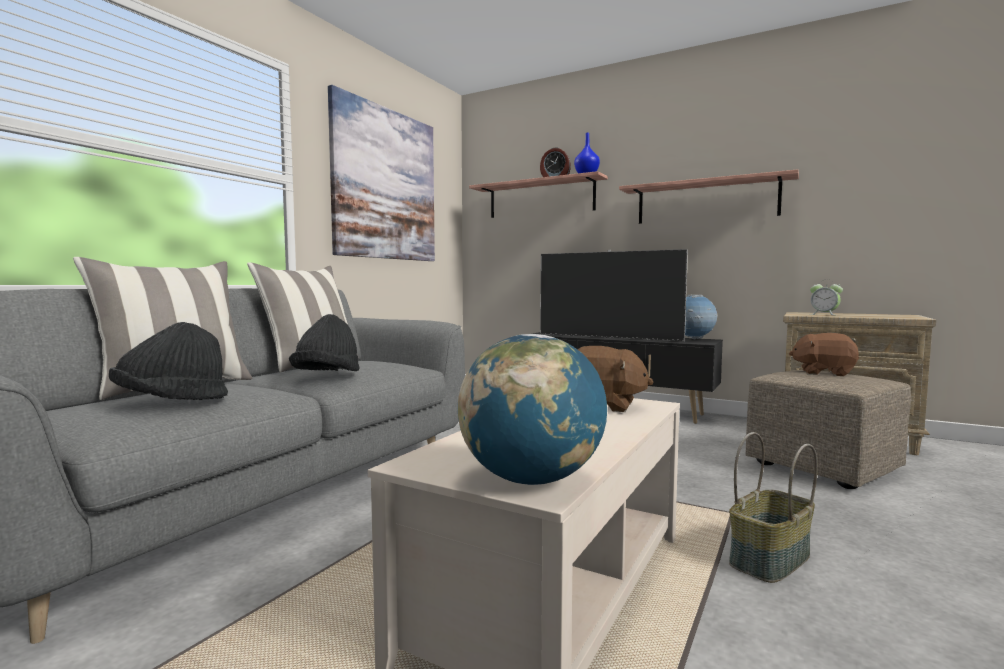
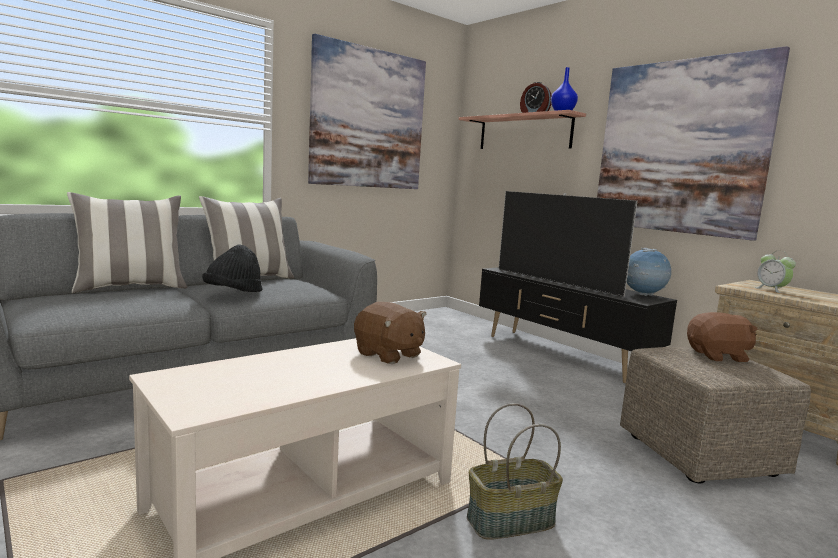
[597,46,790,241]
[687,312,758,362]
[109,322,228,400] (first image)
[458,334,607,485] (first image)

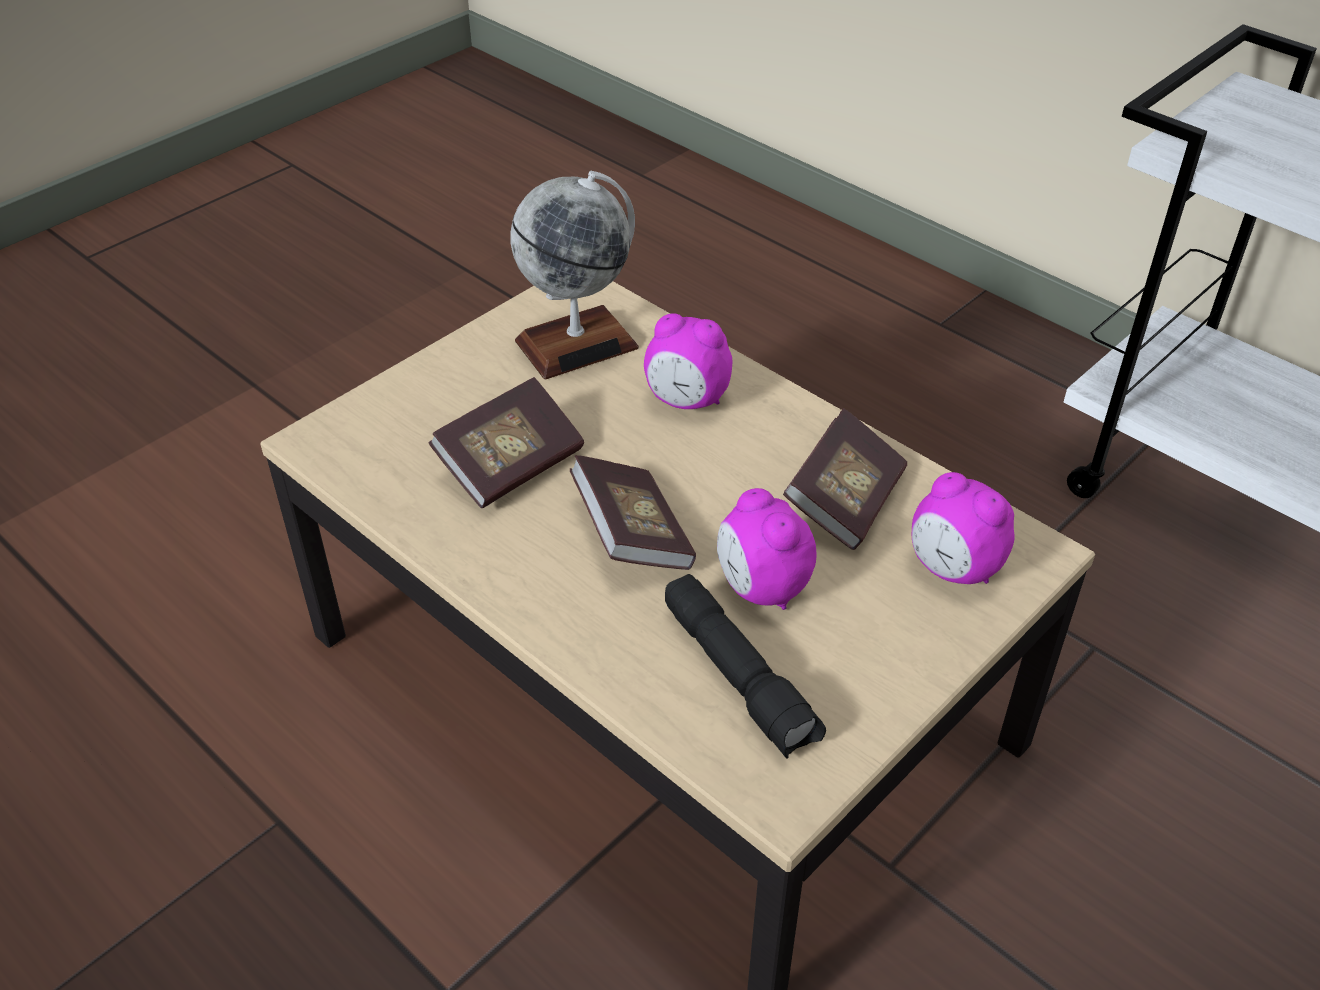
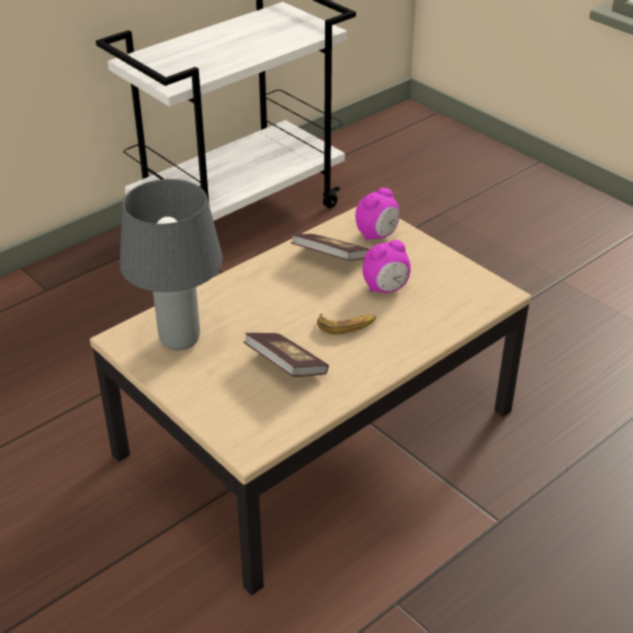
[120,179,223,351]
[317,314,376,335]
[644,313,732,409] (first image)
[665,574,826,759] (first image)

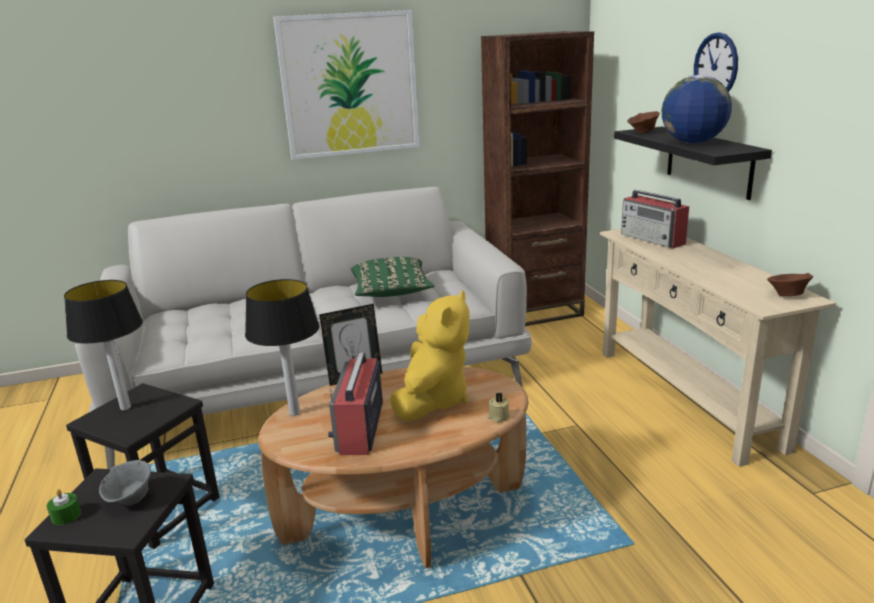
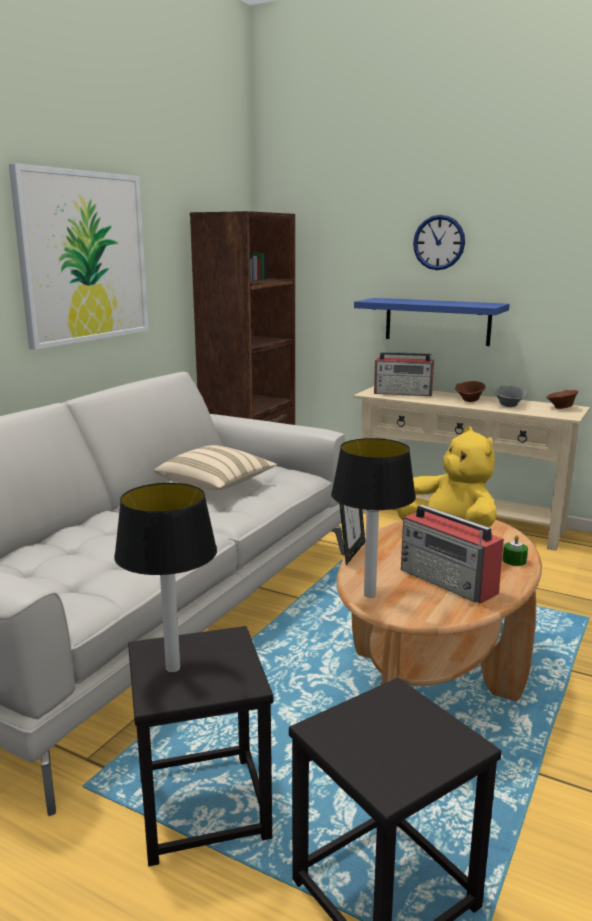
[154,445,277,490]
[354,298,509,346]
[455,381,486,402]
[494,385,528,407]
[503,535,528,566]
[487,392,510,423] (first image)
[662,75,732,143] (first image)

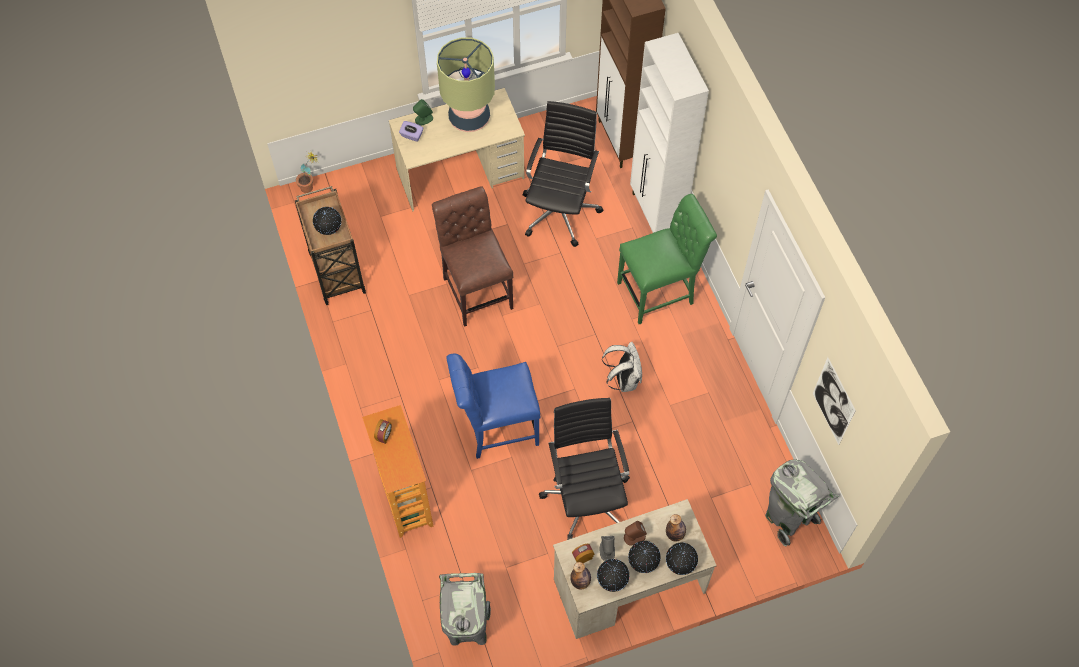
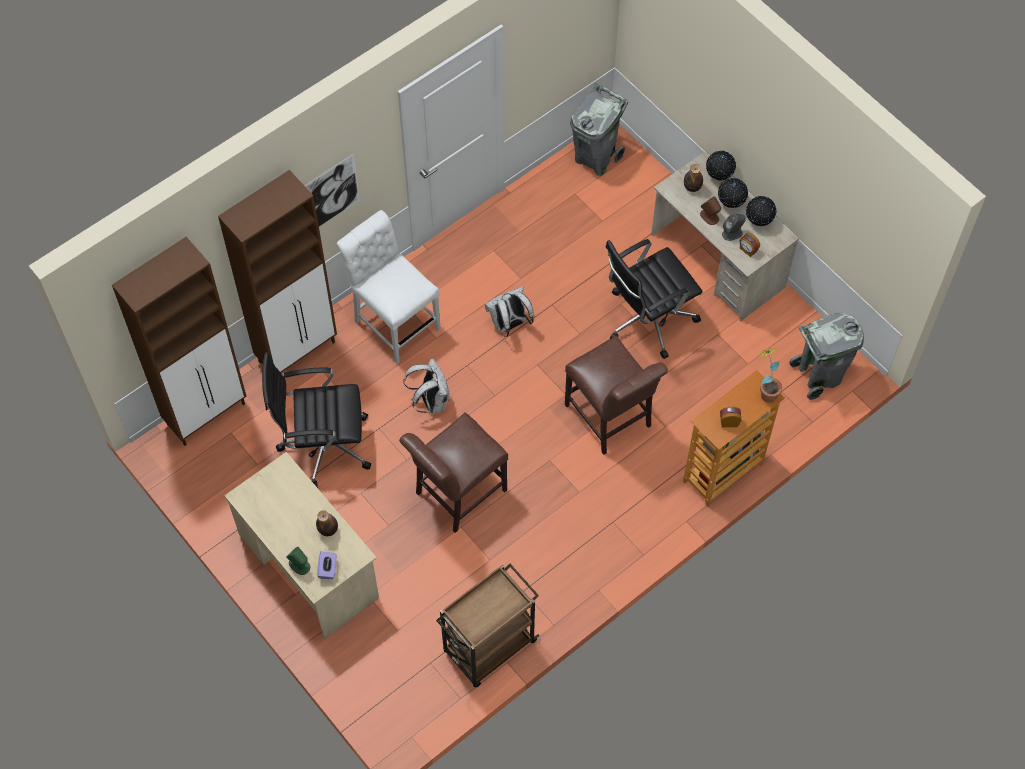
[218,170,337,373]
[305,154,360,227]
[316,510,338,536]
[337,210,441,364]
[404,358,450,414]
[565,336,668,455]
[760,348,782,403]
[313,207,341,235] (first image)
[437,37,495,132] (first image)

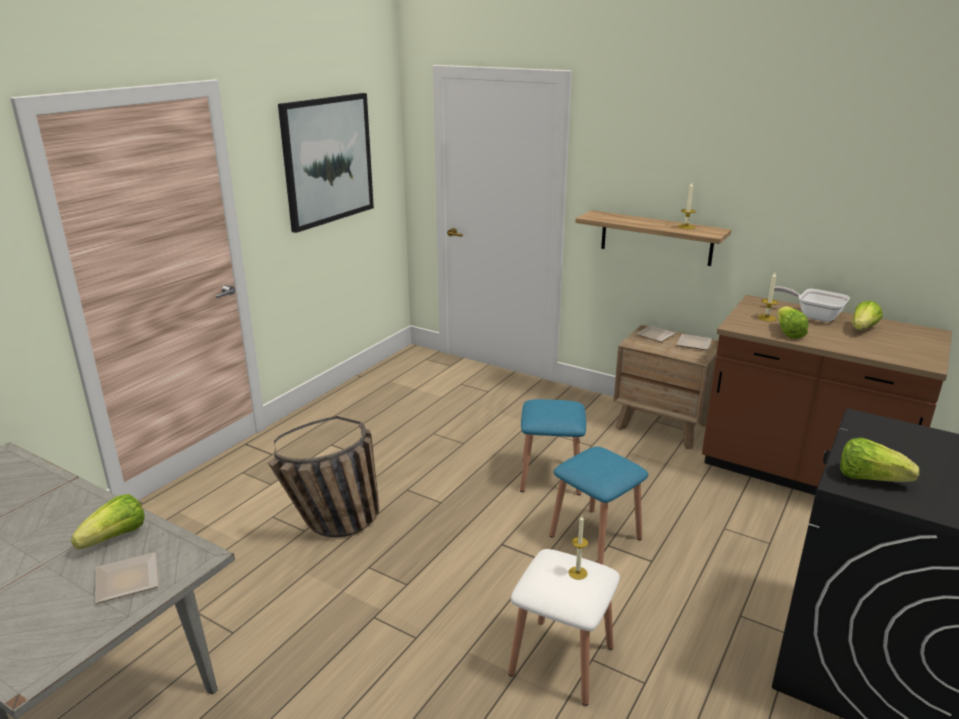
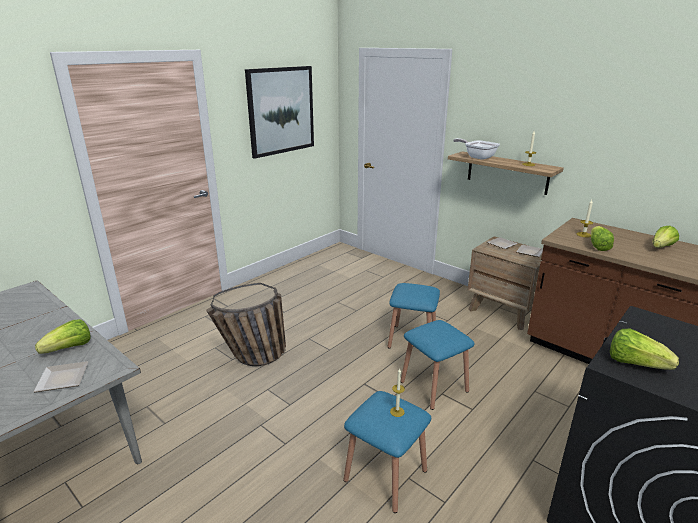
[343,391,431,513]
[453,138,500,160]

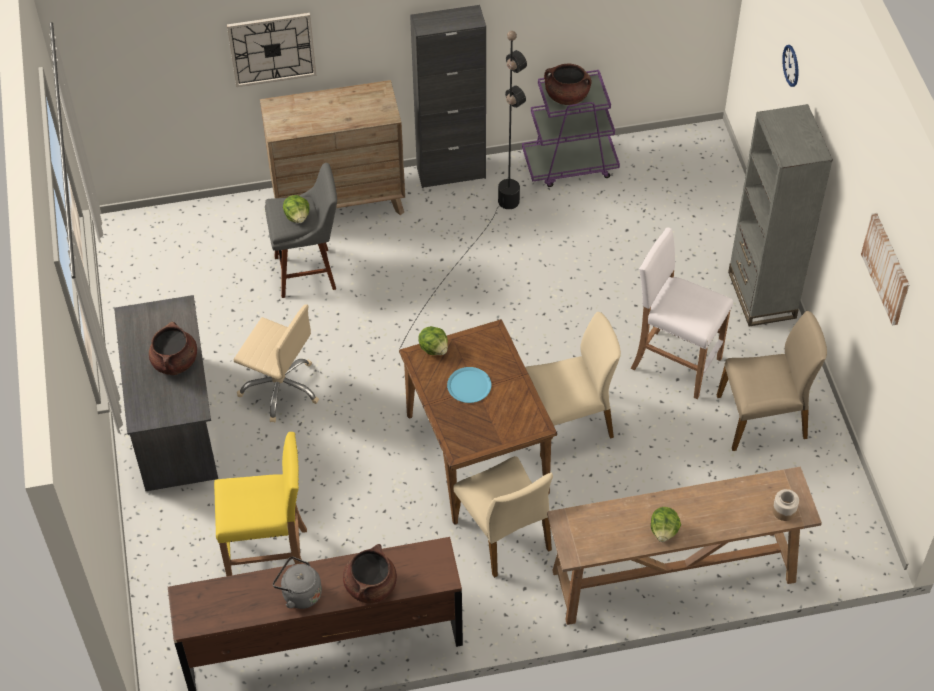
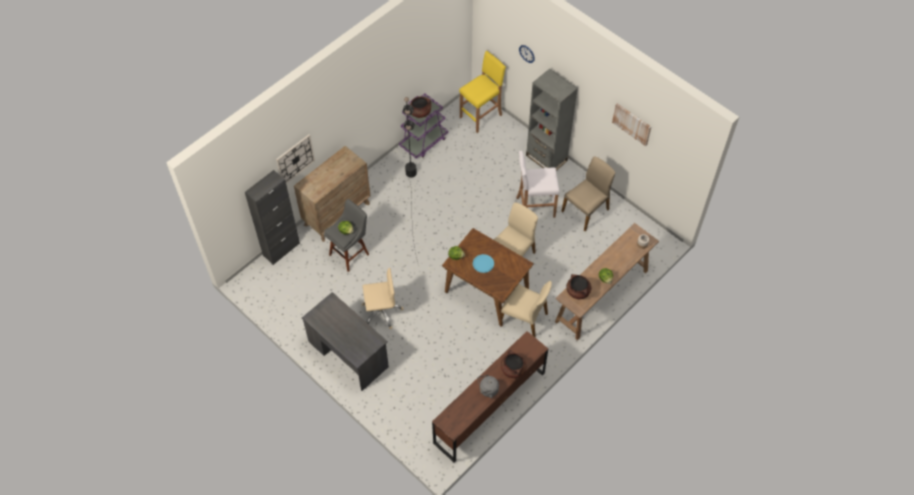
[245,170,300,265]
[459,51,506,133]
[566,274,591,299]

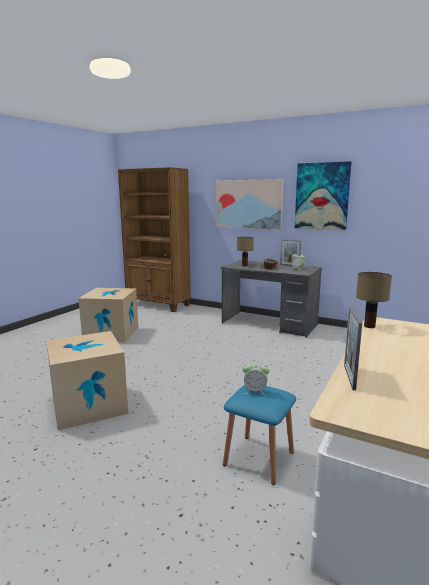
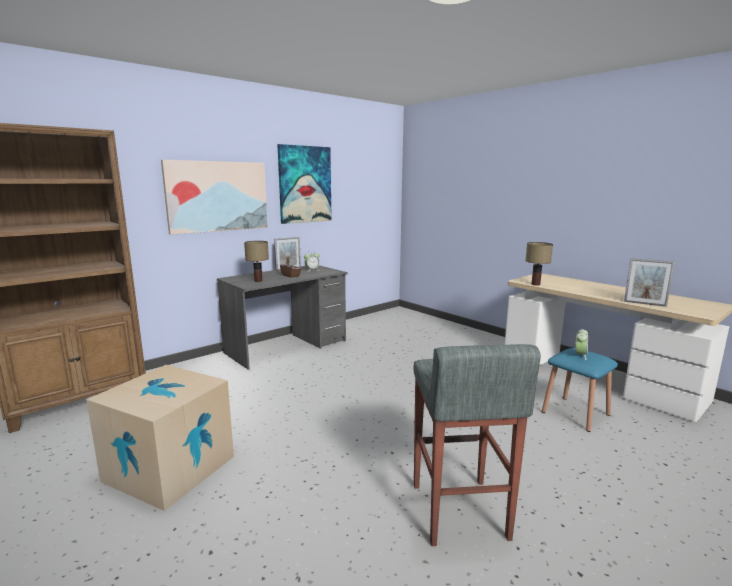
[414,344,541,546]

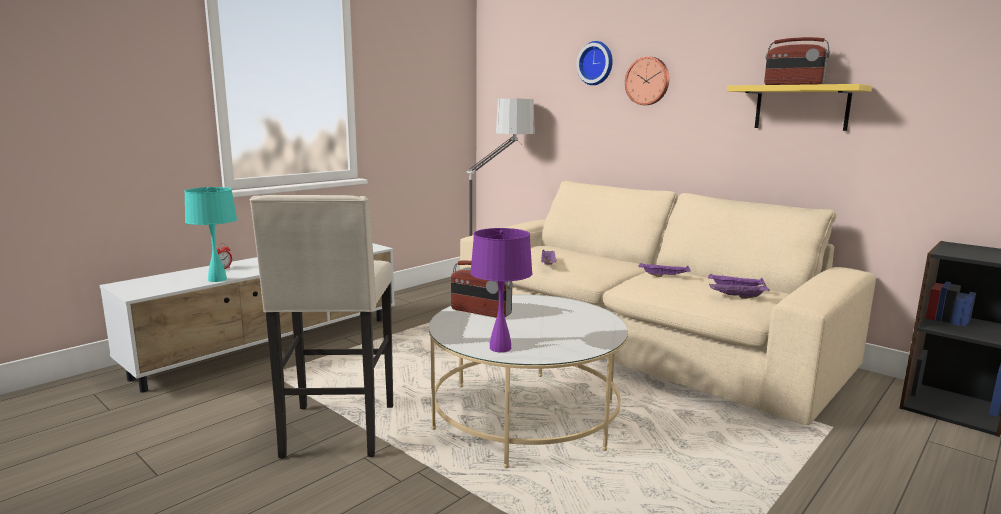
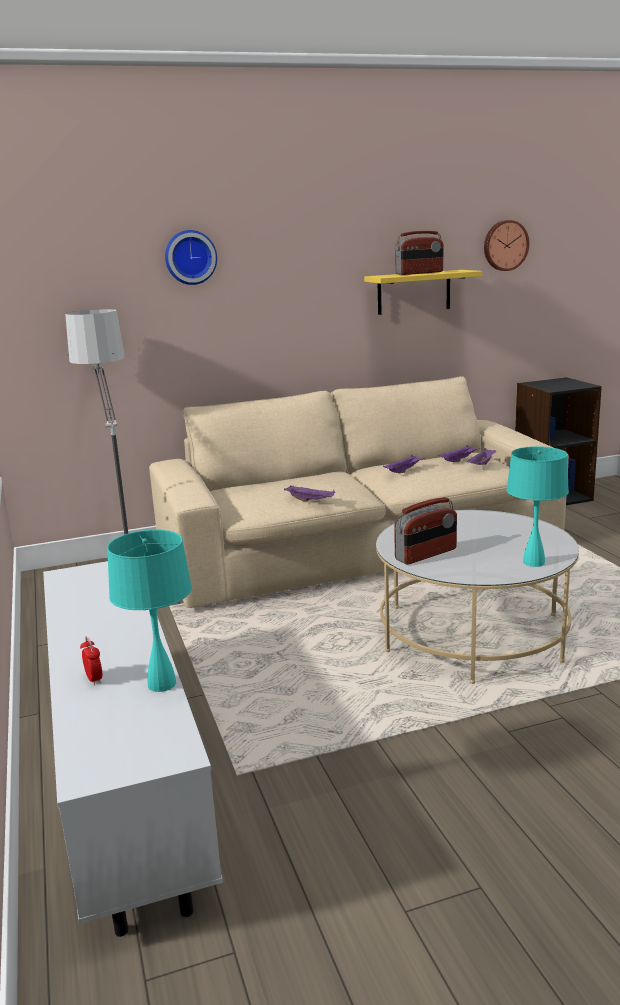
[484,220,529,271]
[507,446,569,567]
[249,195,393,459] (first image)

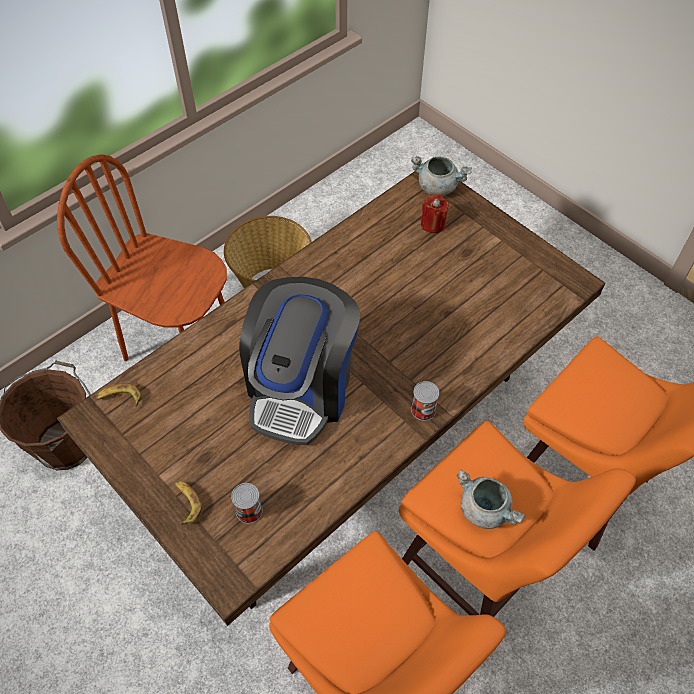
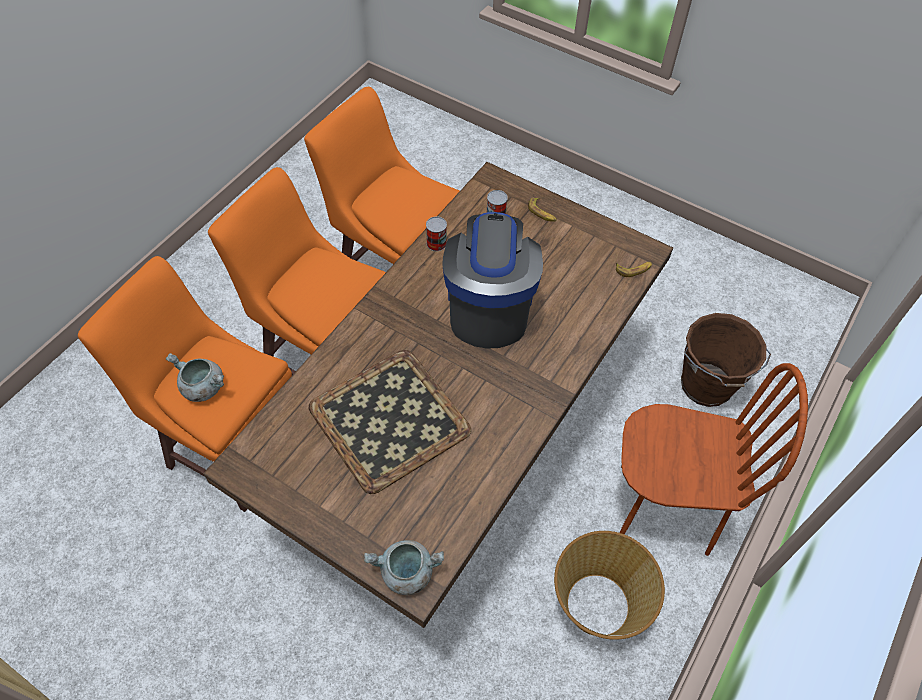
[166,353,224,402]
[308,350,471,494]
[426,216,447,251]
[421,194,449,233] (first image)

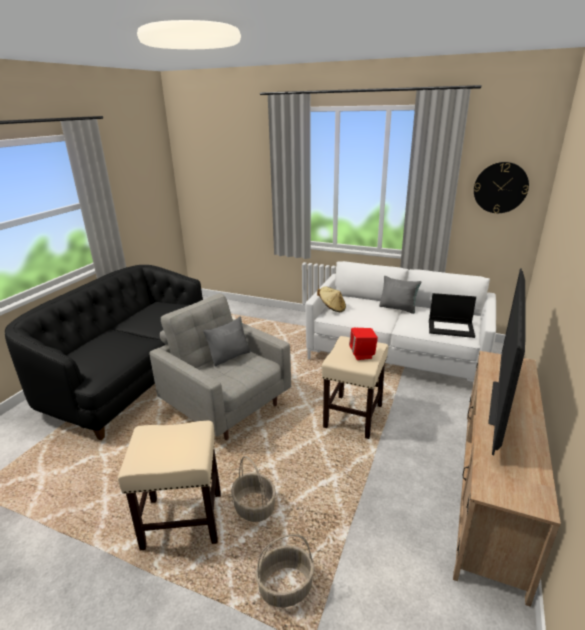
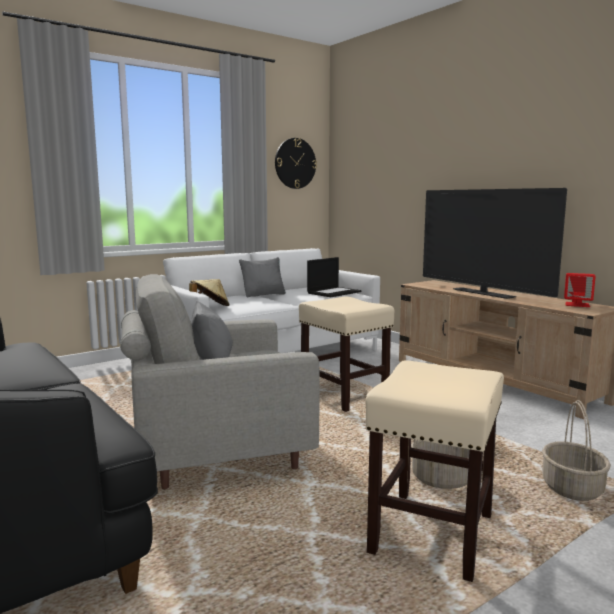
[564,273,596,307]

